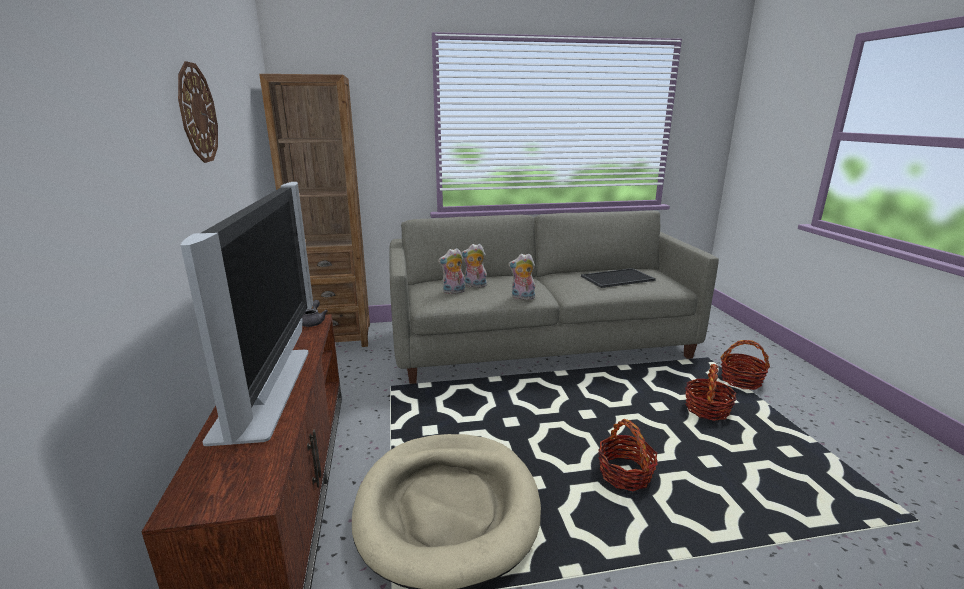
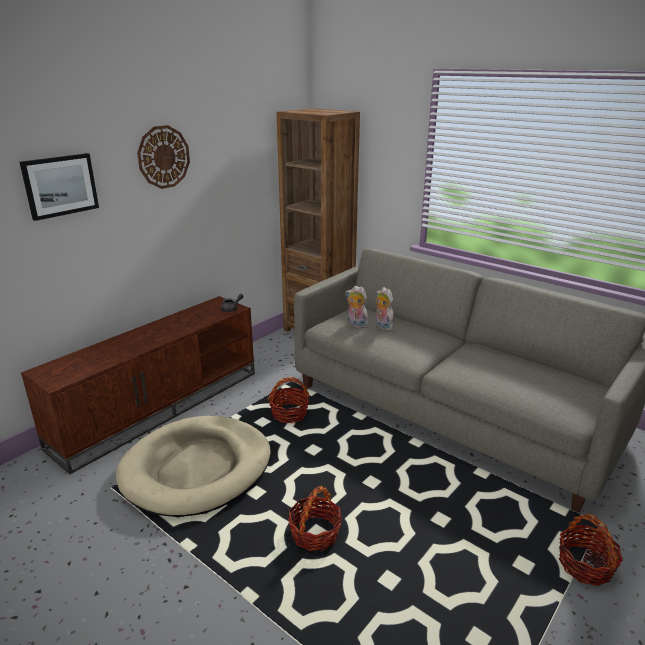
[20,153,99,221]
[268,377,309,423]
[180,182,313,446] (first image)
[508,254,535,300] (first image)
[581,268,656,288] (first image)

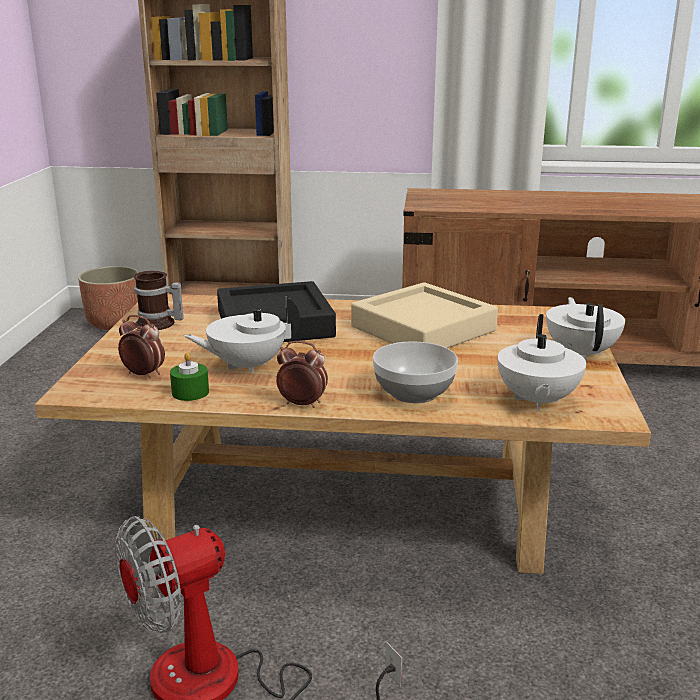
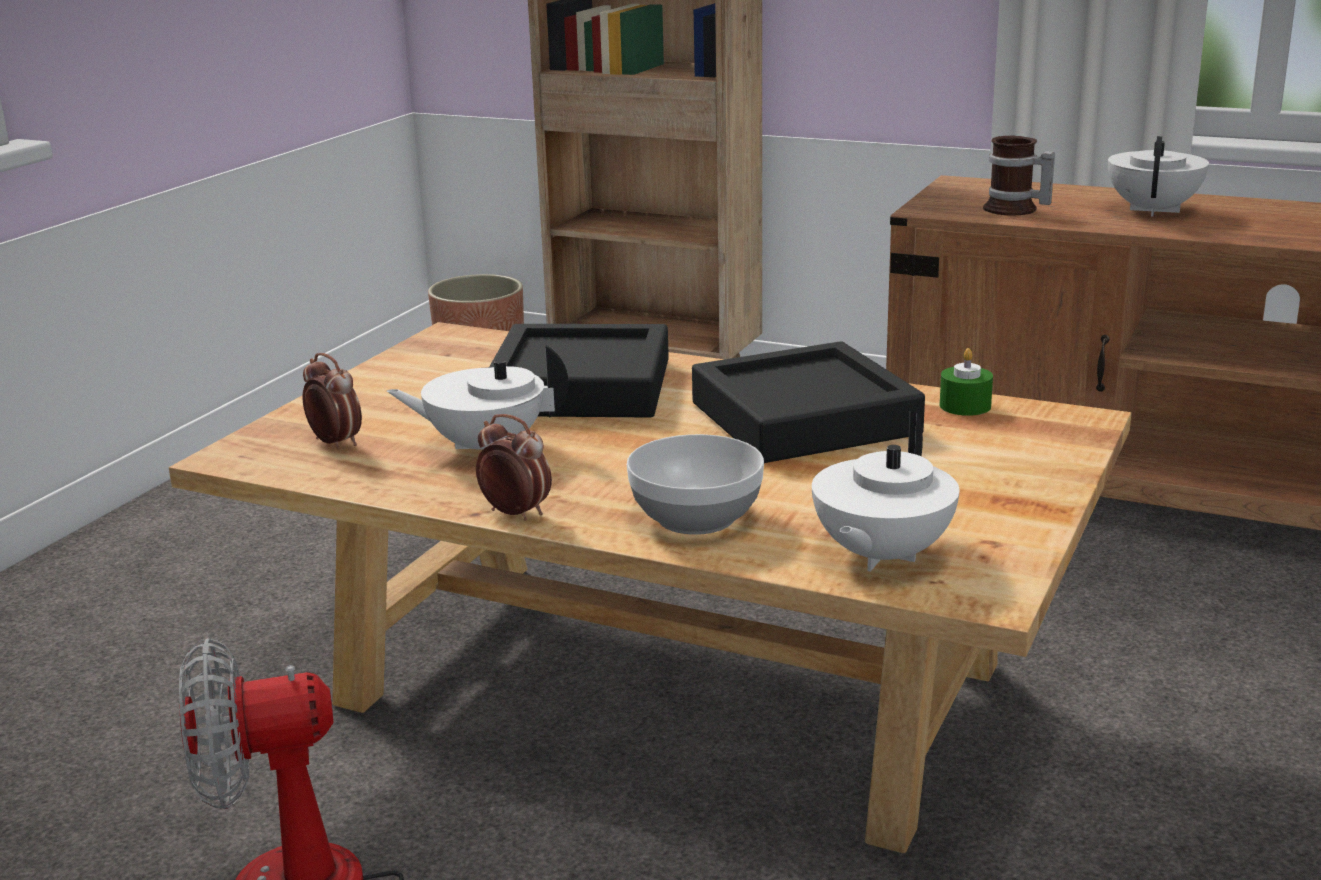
[692,341,925,463]
[940,348,993,416]
[983,135,1055,215]
[1108,136,1209,216]

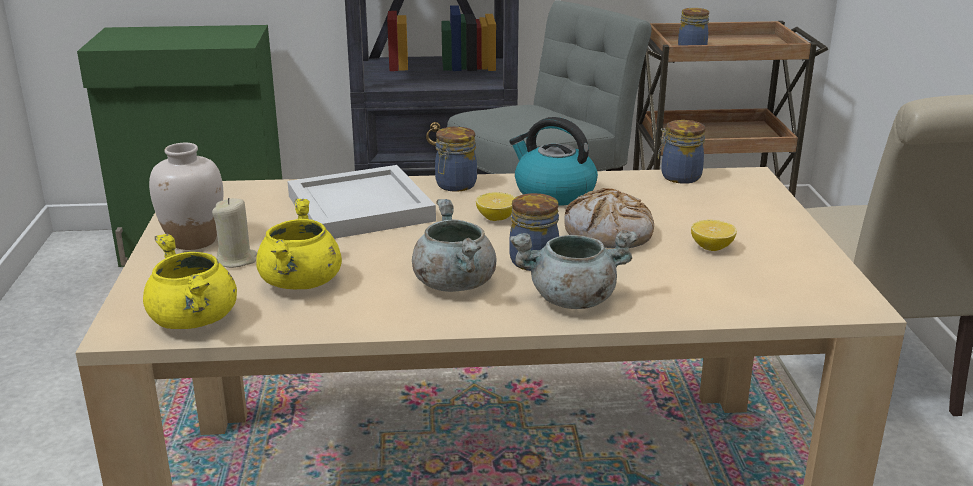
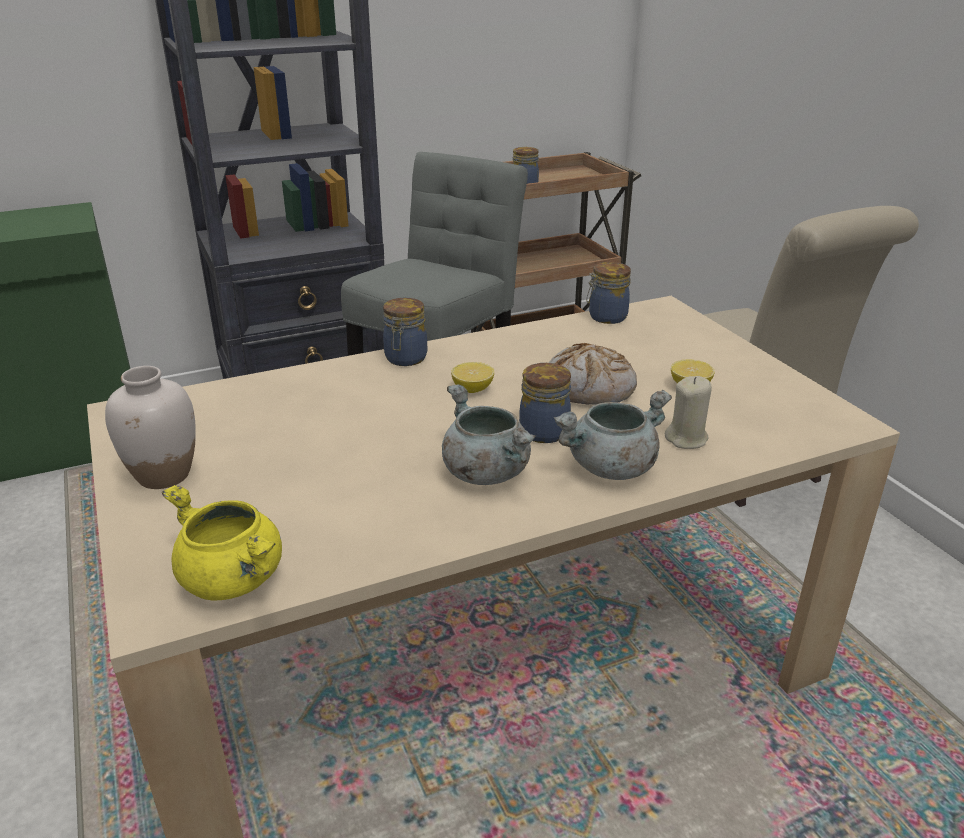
[665,376,712,449]
[256,199,342,289] (first image)
[287,165,436,239] (first image)
[510,117,598,206] (first image)

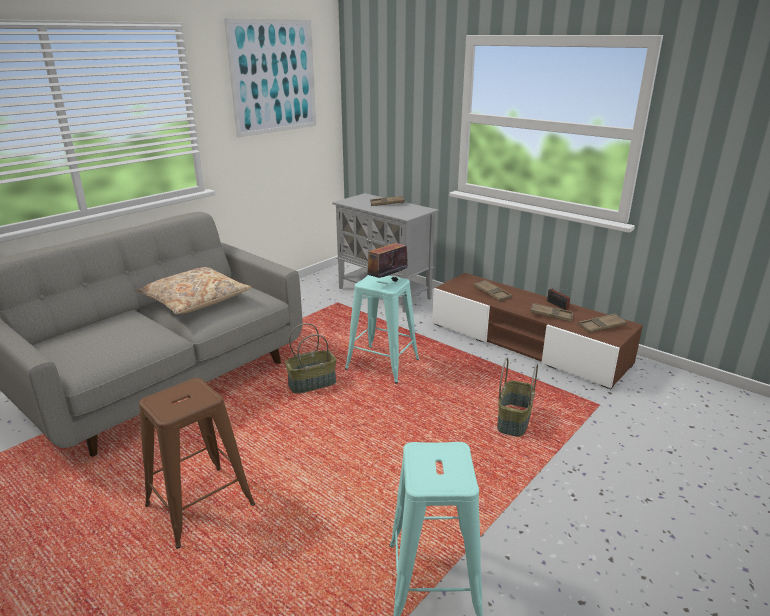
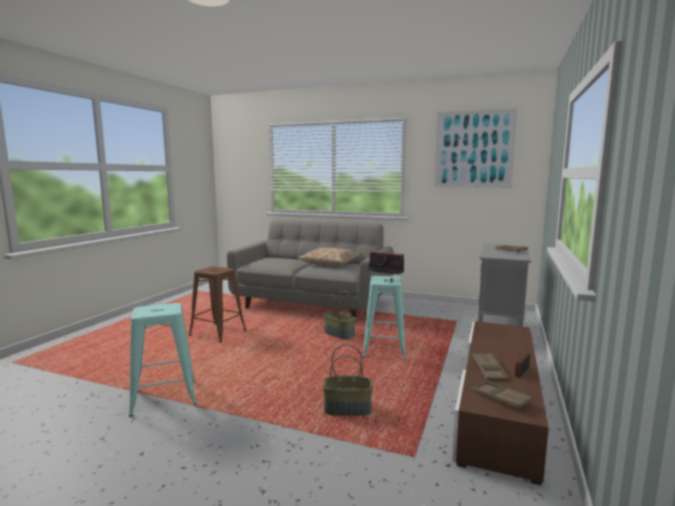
[474,280,512,301] (first image)

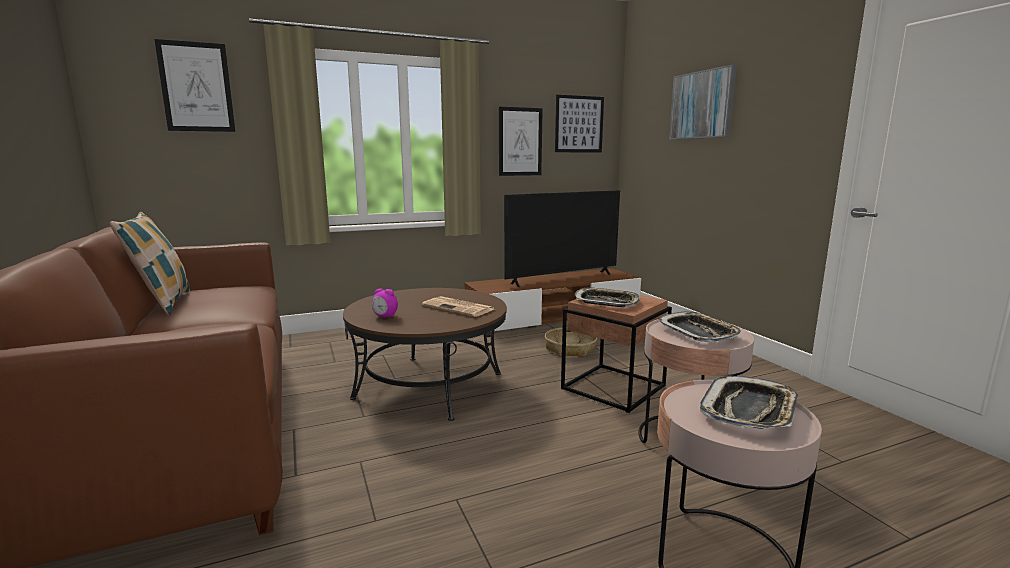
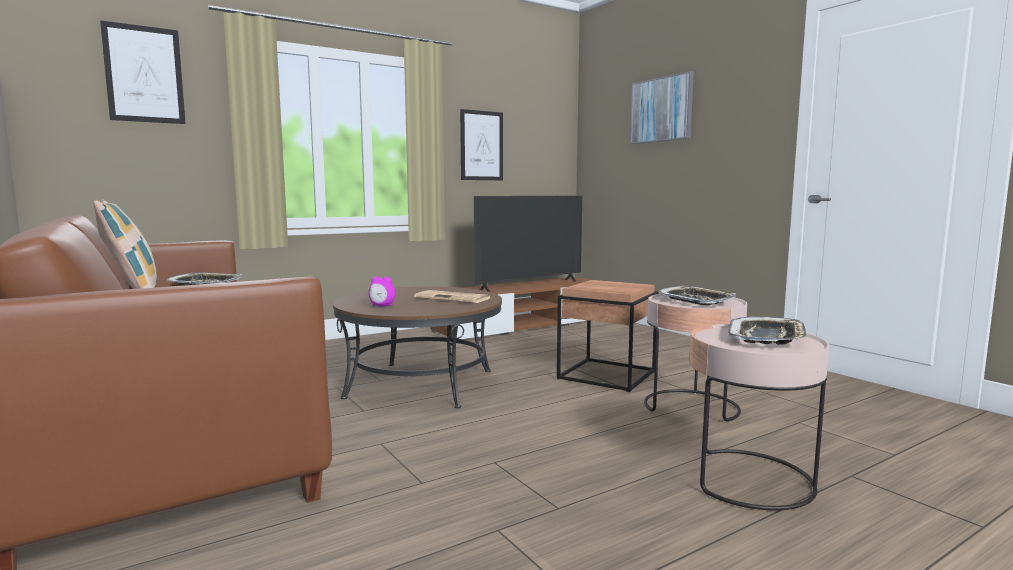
[166,272,242,286]
[545,327,597,357] (first image)
[555,95,604,153] (first image)

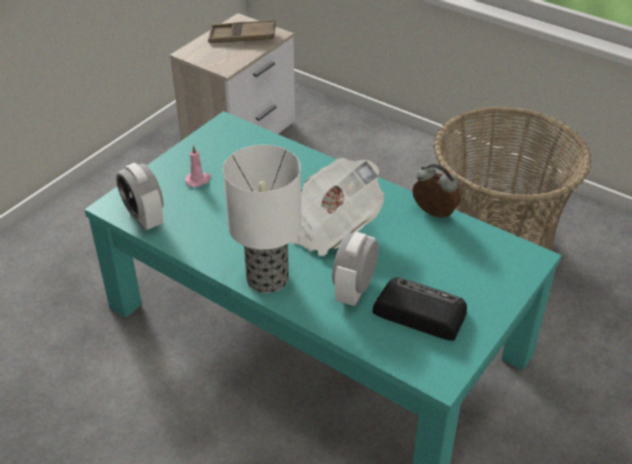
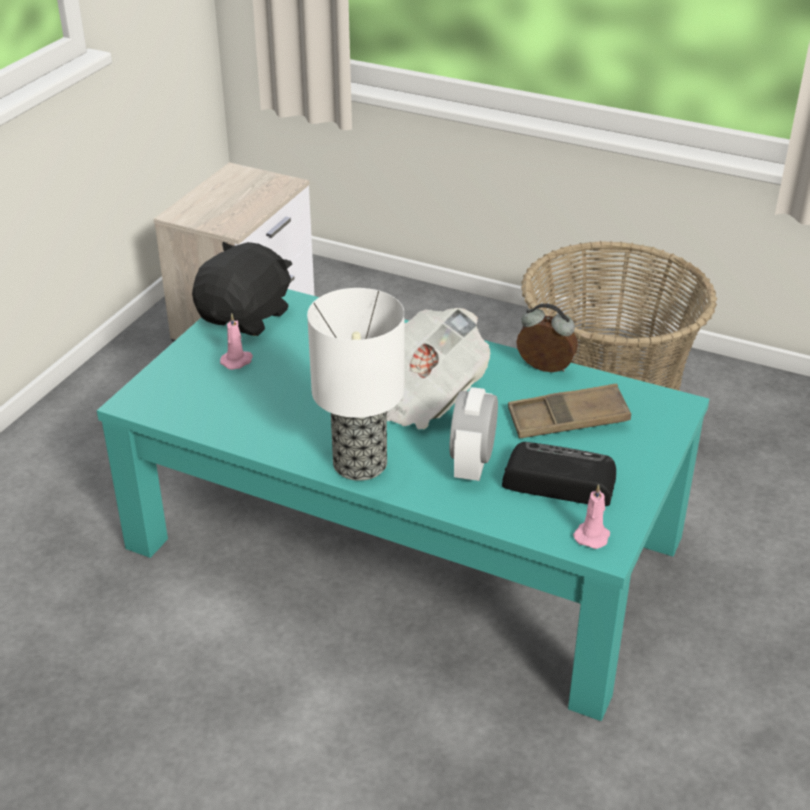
[192,242,292,336]
[508,384,631,438]
[573,484,610,549]
[116,163,164,230] (first image)

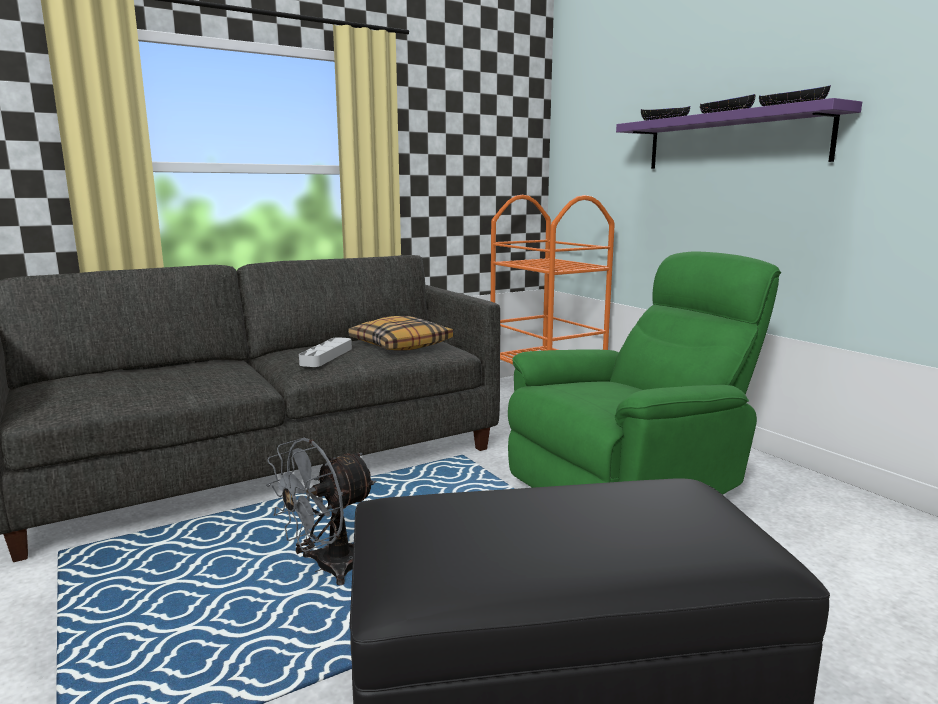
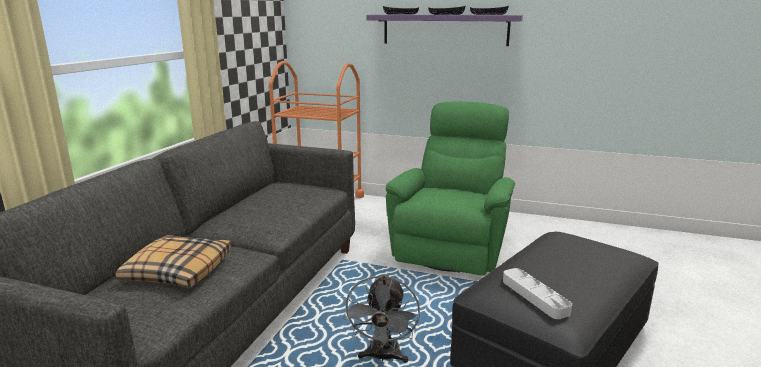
[116,235,230,288]
[503,268,572,319]

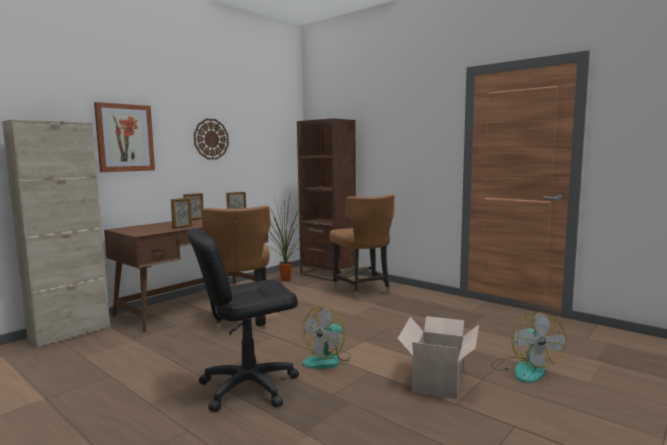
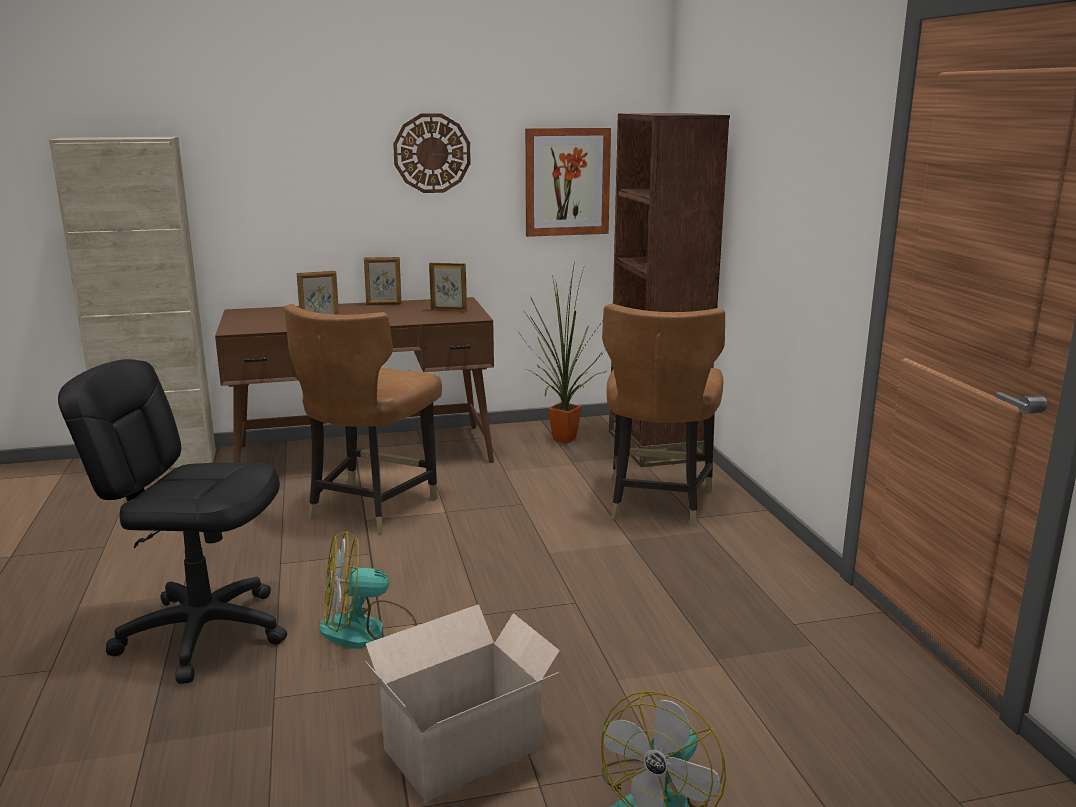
[525,128,611,237]

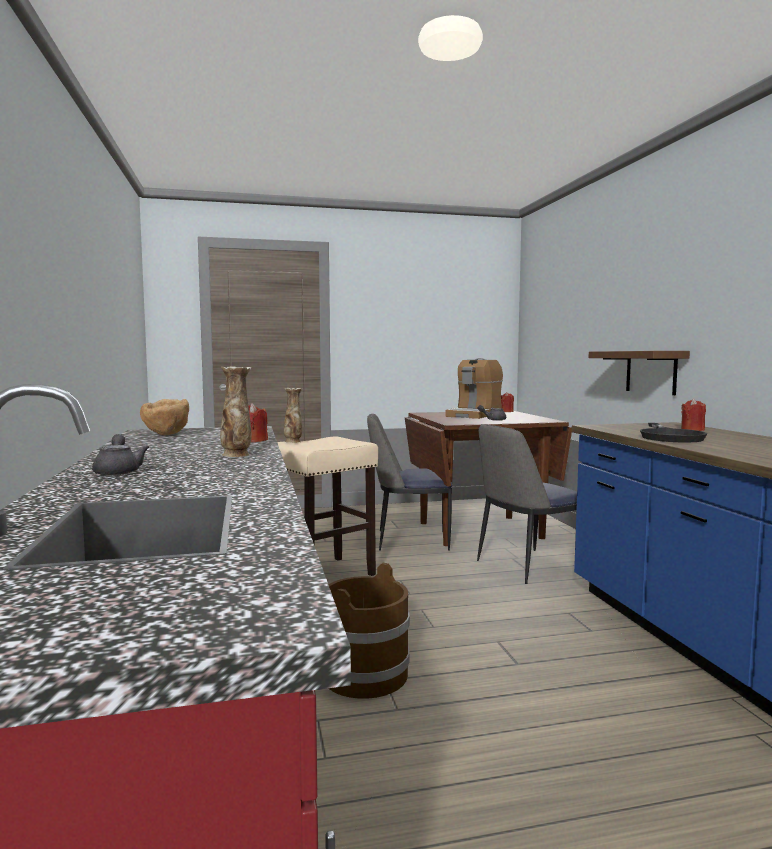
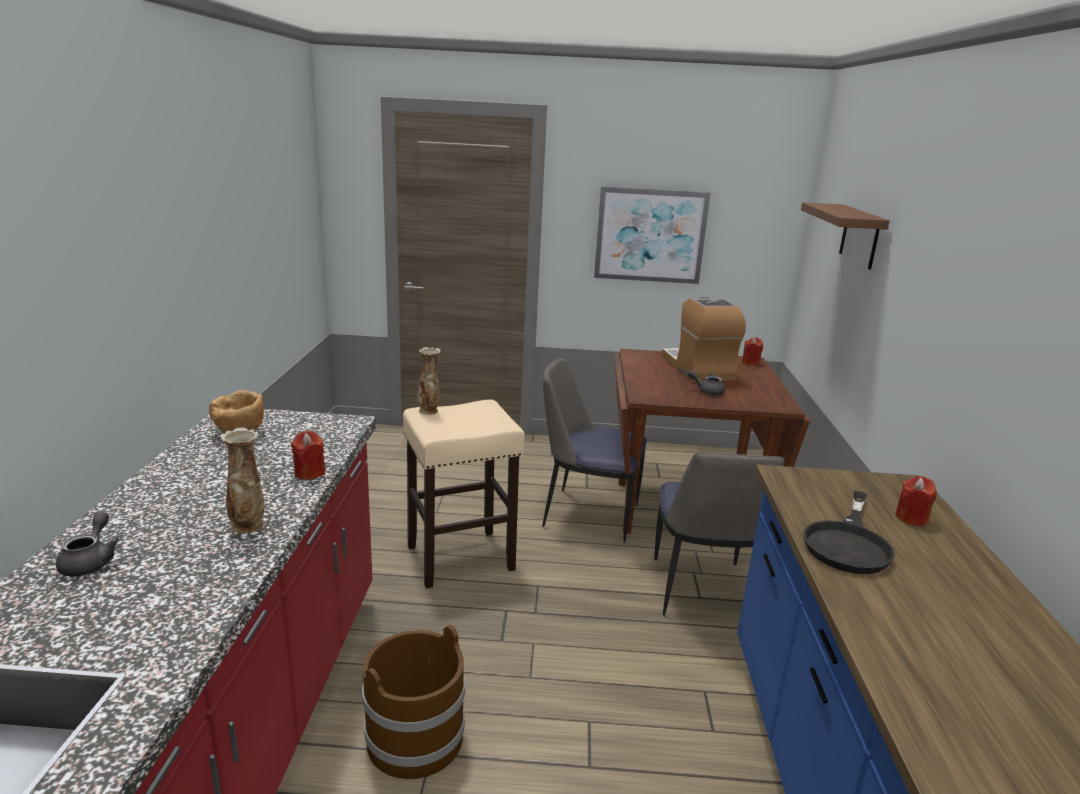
[594,186,711,284]
[654,452,785,616]
[662,298,746,383]
[801,202,889,270]

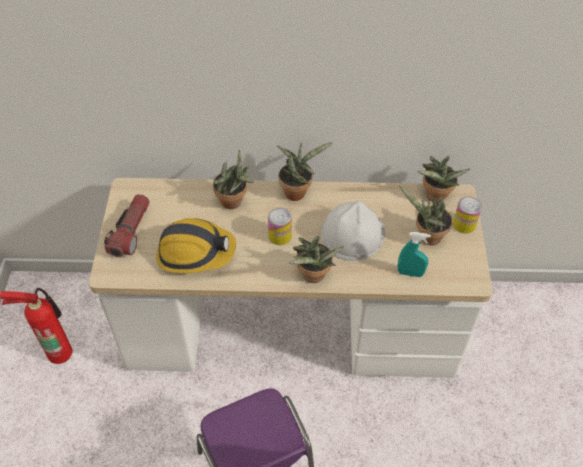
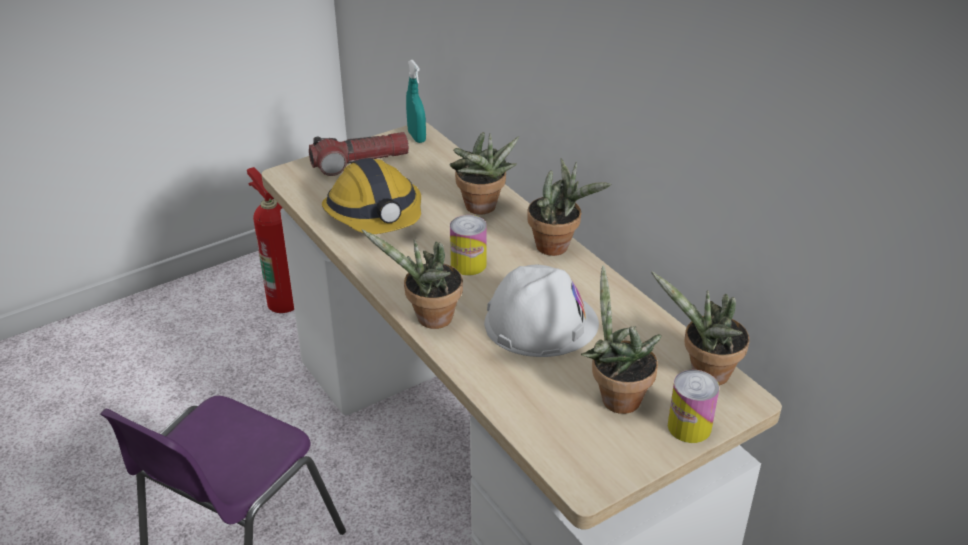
[406,60,426,143]

